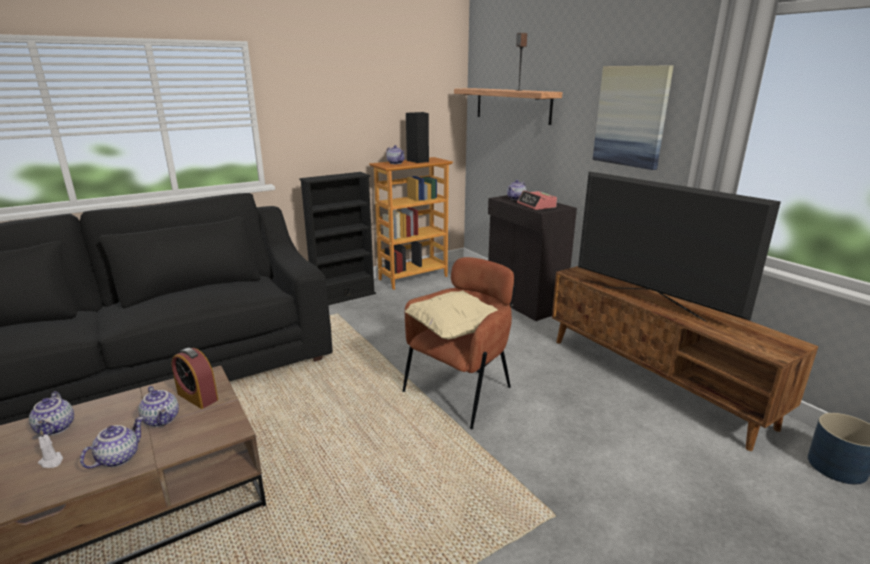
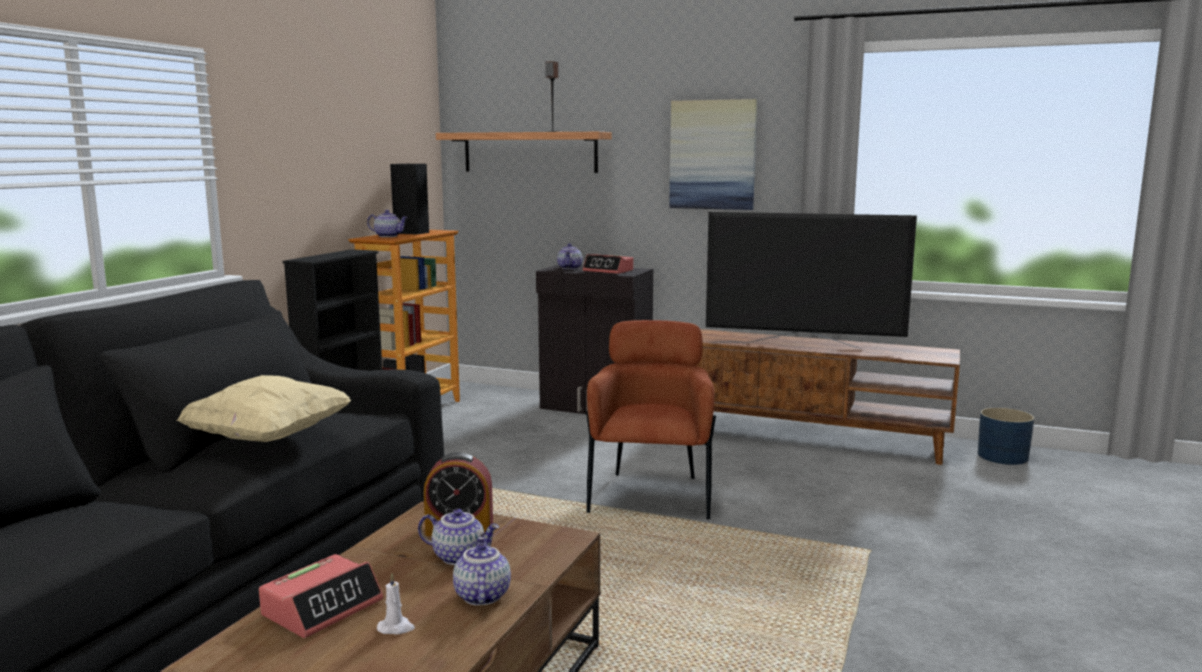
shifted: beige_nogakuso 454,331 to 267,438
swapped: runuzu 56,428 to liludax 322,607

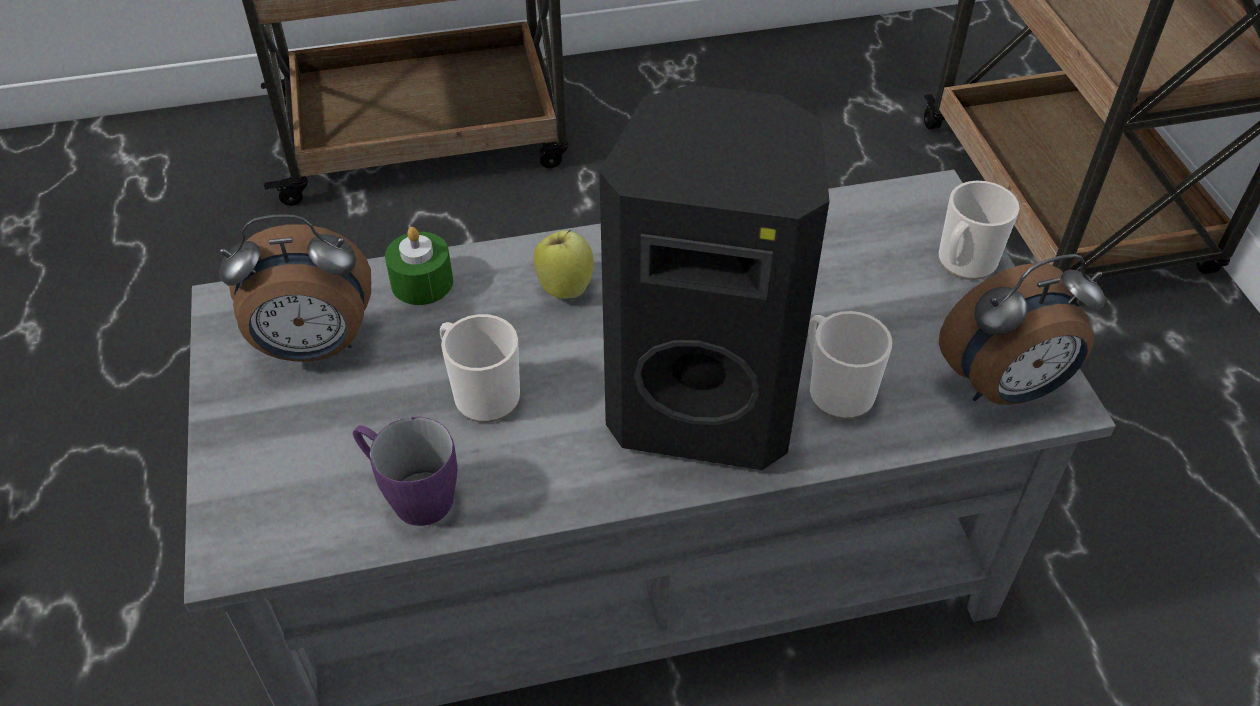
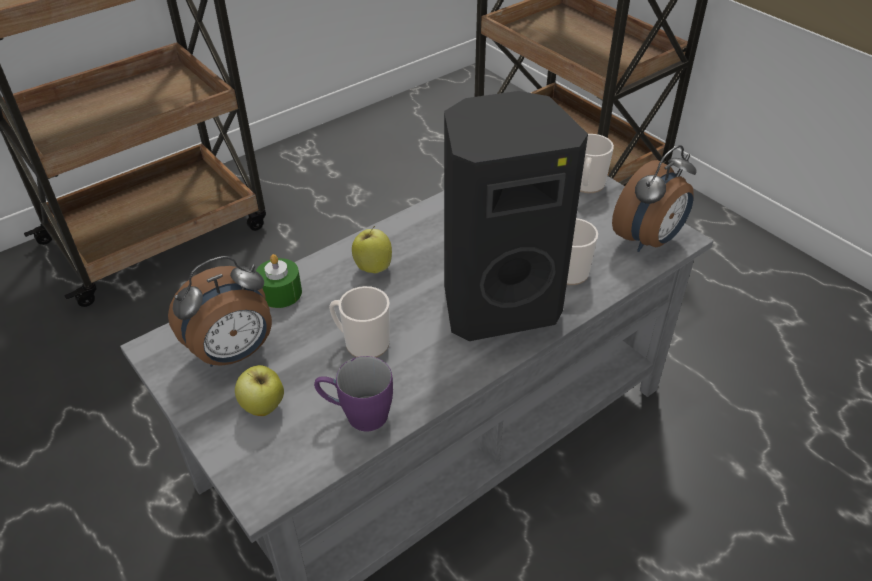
new: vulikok 263,408

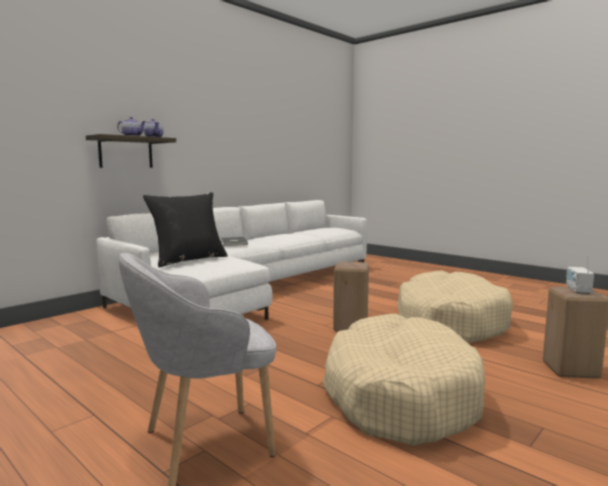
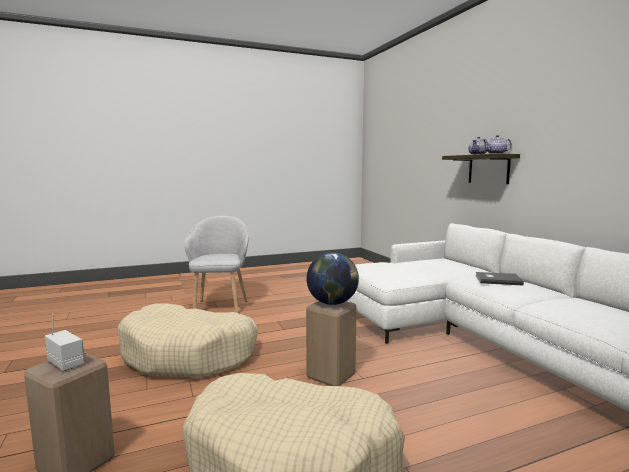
gone: black_nogakuso 188,260
new: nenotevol 332,303

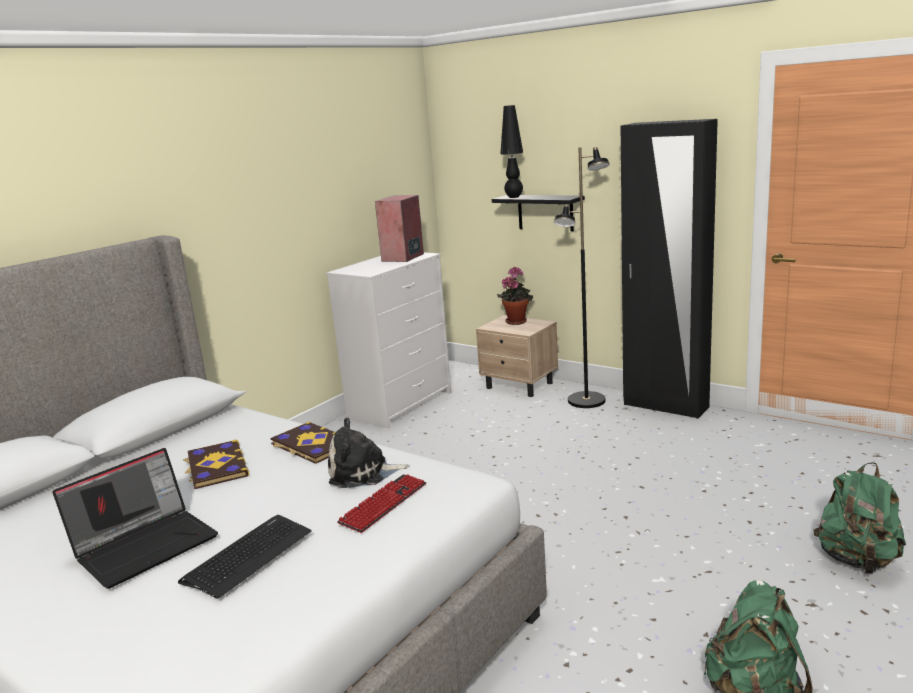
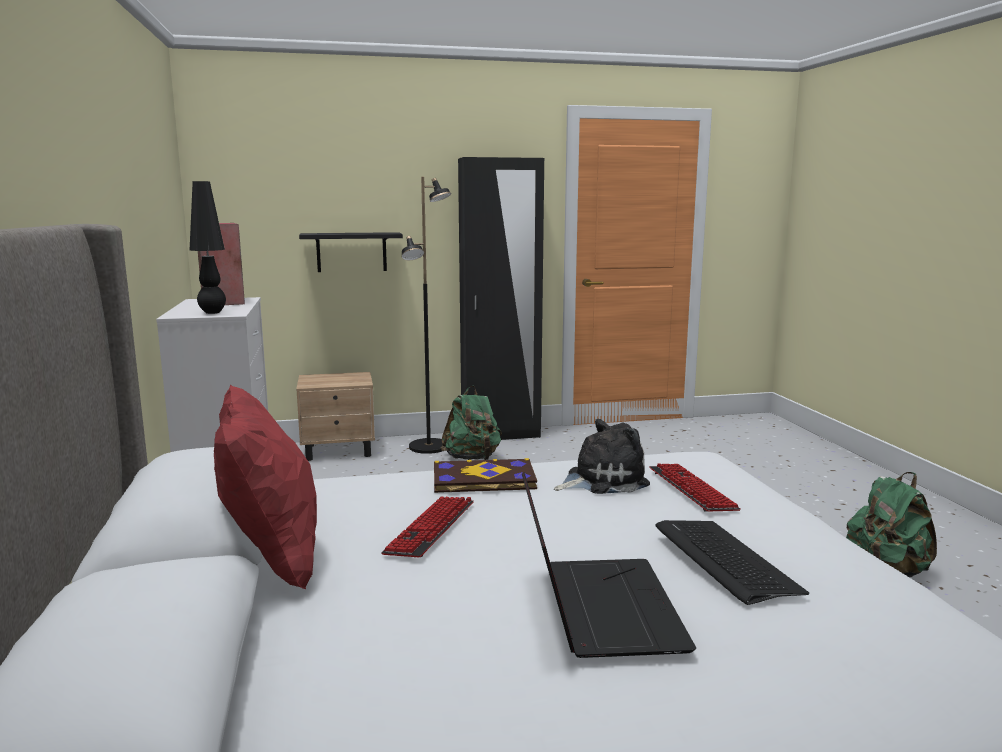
gone: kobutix 517,321
new: red_nogakuso 272,561
shifted: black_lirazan 514,197 to 212,312; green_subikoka 857,560 to 472,459
swapped: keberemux 216,466 to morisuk 430,528
rotated: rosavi 363,473 = 602,480 150 degrees counterclockwise

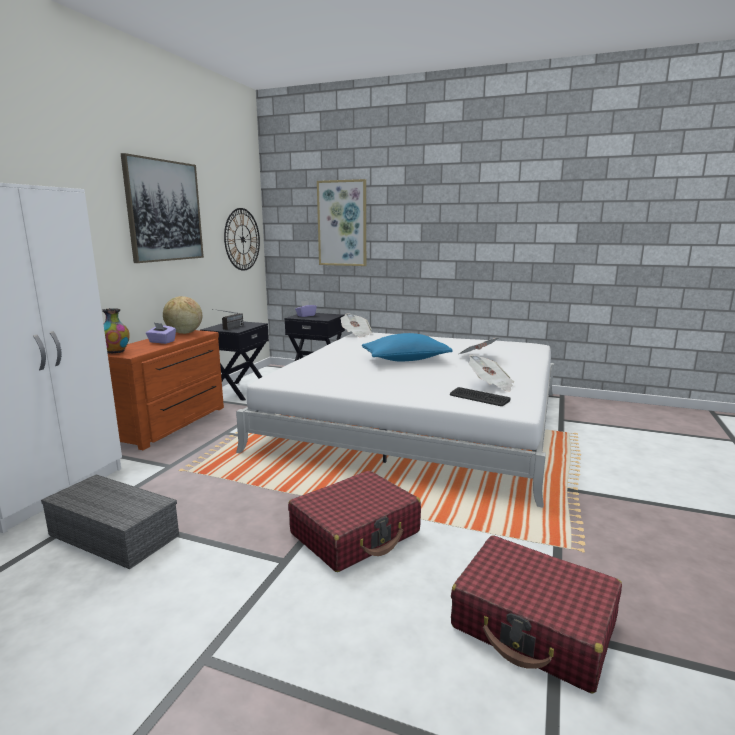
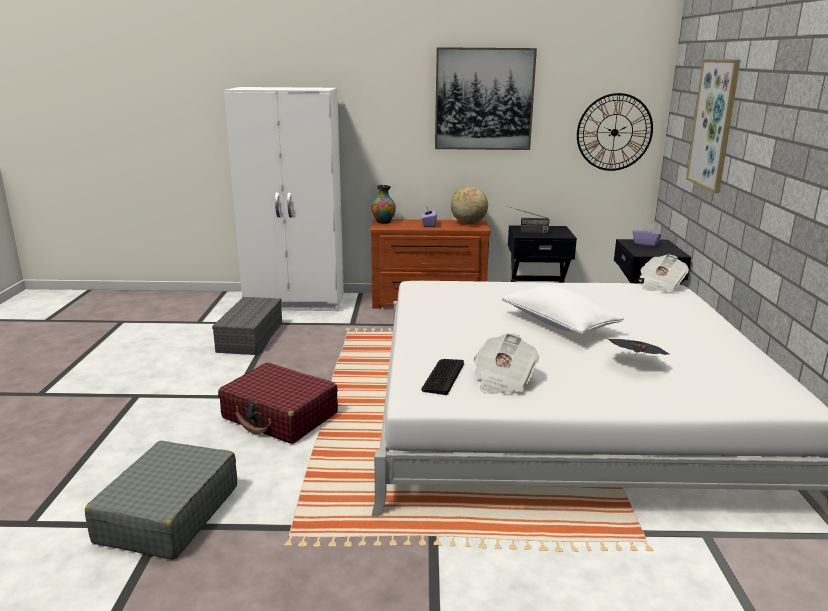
repainted: blue_nogakuso 405,360 to white_nogakuso 558,324; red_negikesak 534,625 to grey_negikesak 168,514

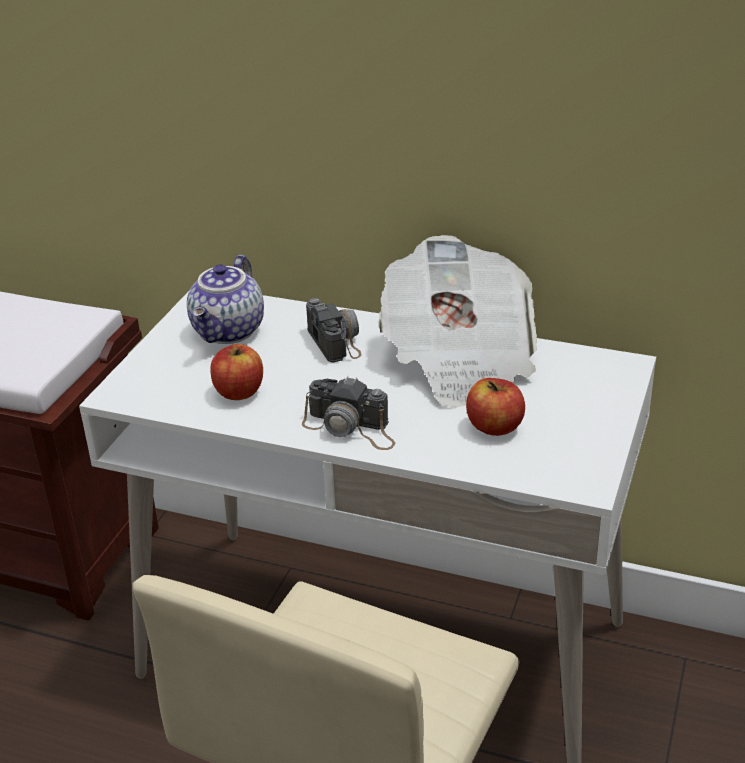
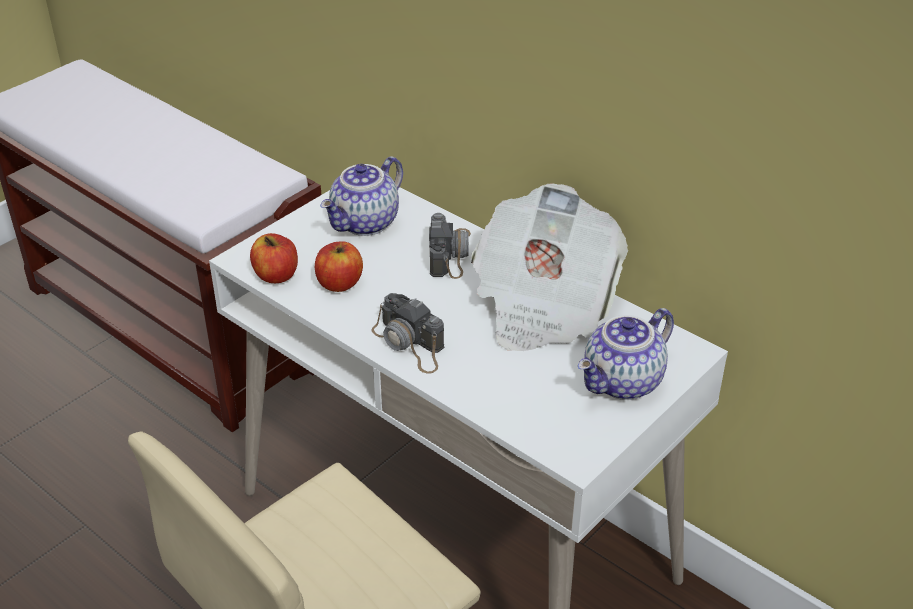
new: runuzu 623,383
shifted: vulikok 495,427 to 276,275

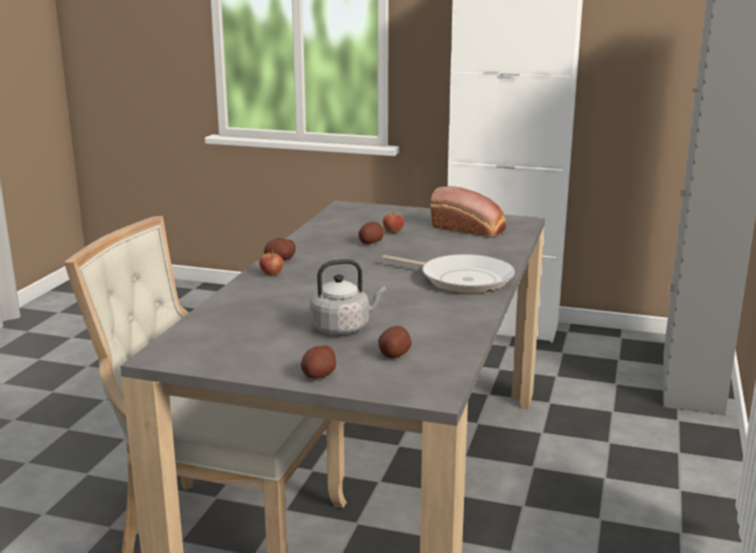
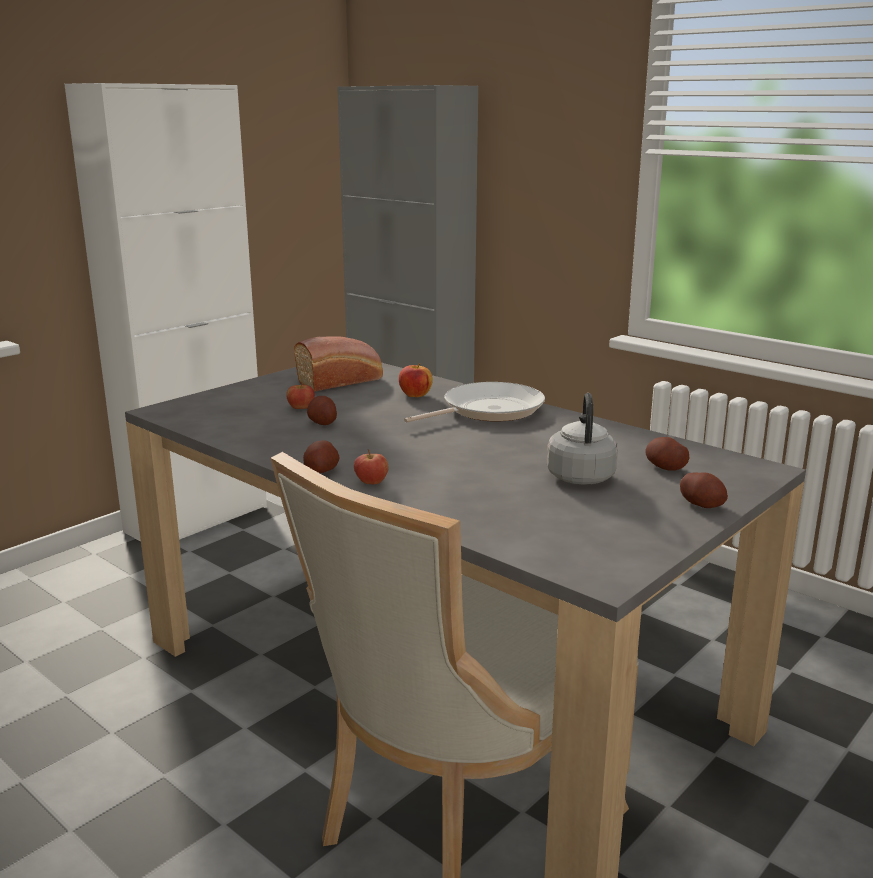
new: vulikok 415,395

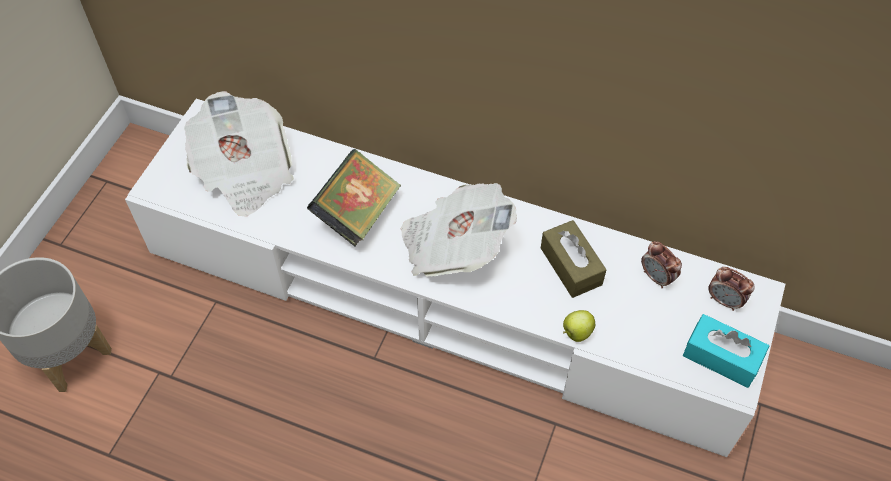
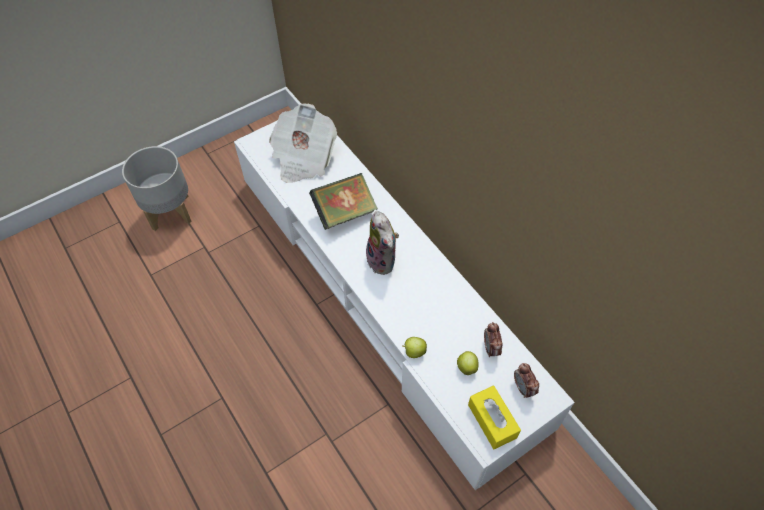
gone: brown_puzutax 571,266
new: vulikok 466,367
swapped: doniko 454,246 to rosavi 383,260
repainted: turquoise_puzutax 721,357 to yellow_puzutax 492,421

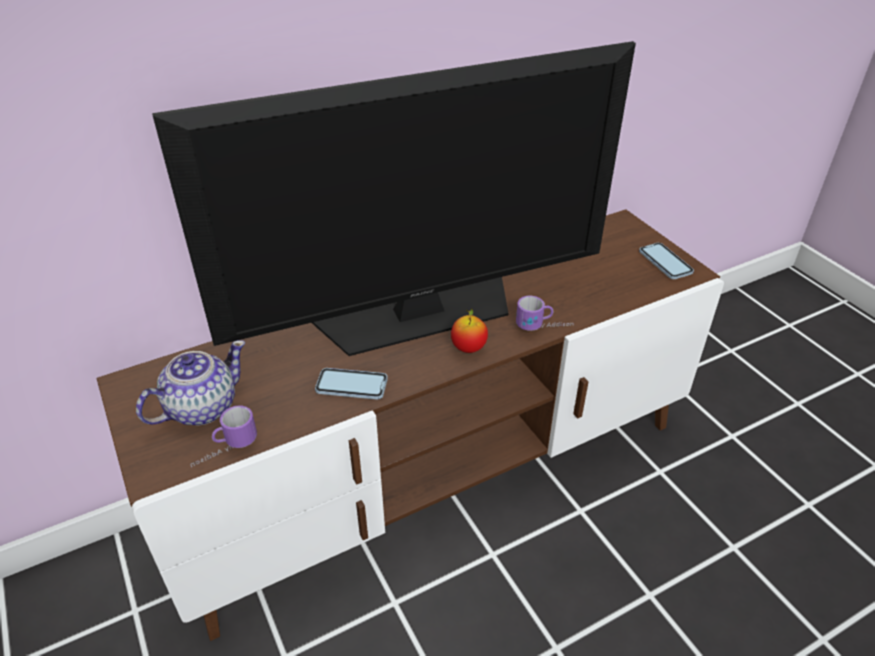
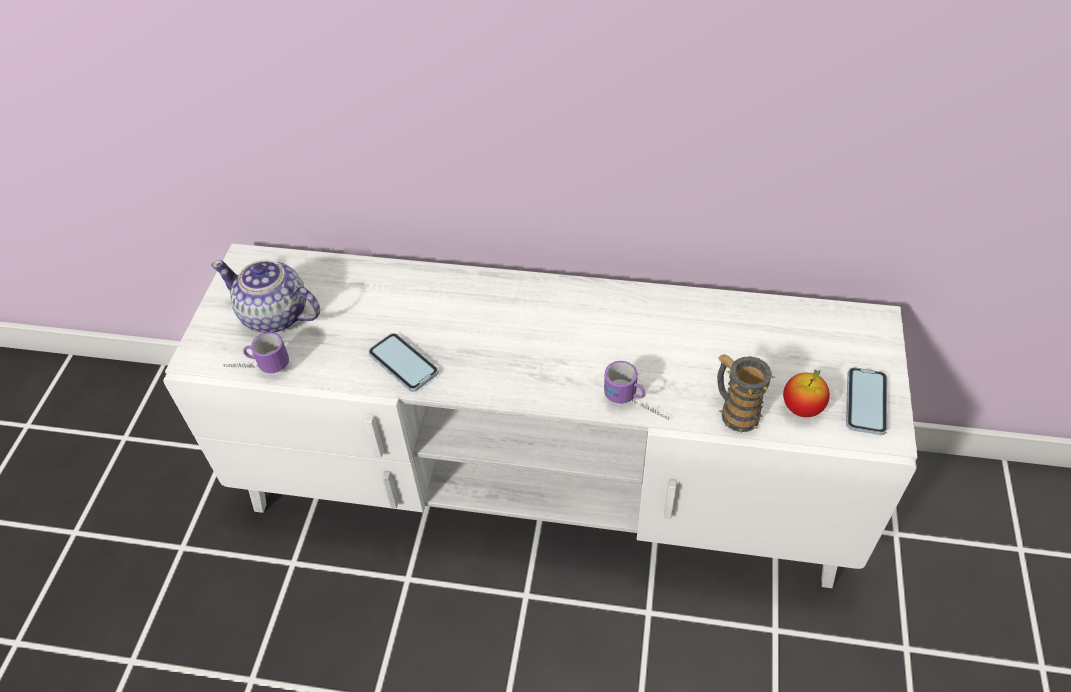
gone: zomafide 419,313
new: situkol 734,411
shifted: vulikok 468,348 to 802,408
repainted: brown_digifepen 436,475 to white_digifepen 543,486
rotated: runuzu 201,408 = 275,316 150 degrees counterclockwise

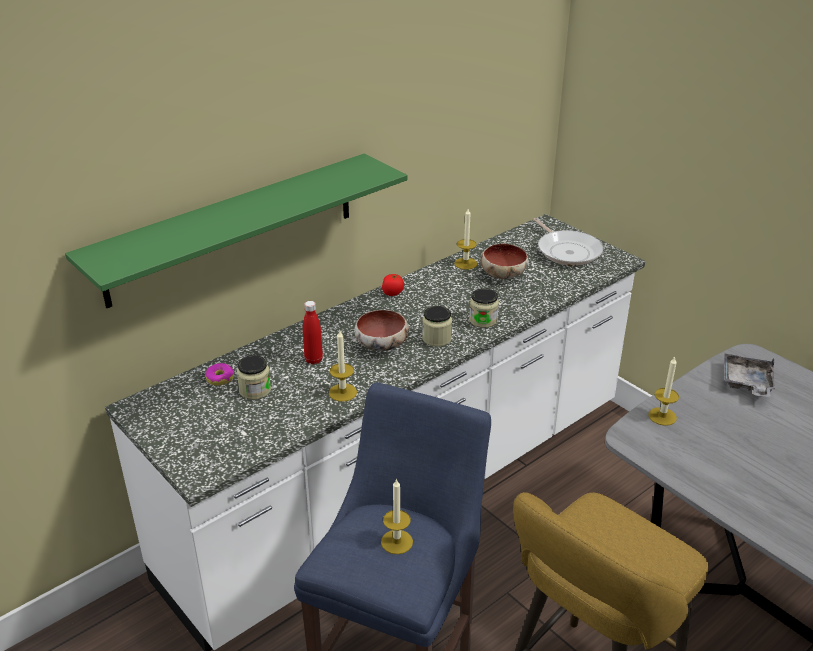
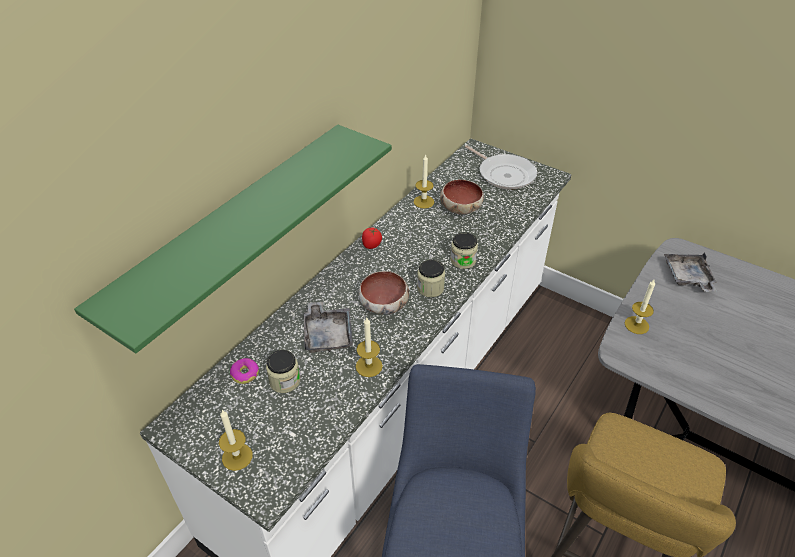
shifted: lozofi 397,542 to 237,457
swapped: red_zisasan 313,360 to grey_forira 327,334

